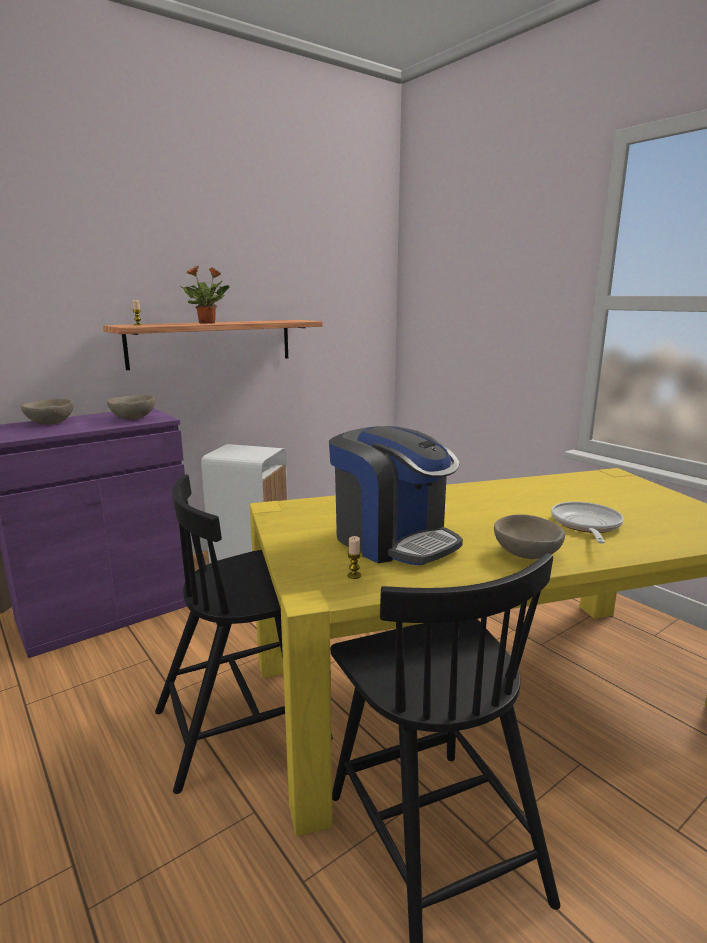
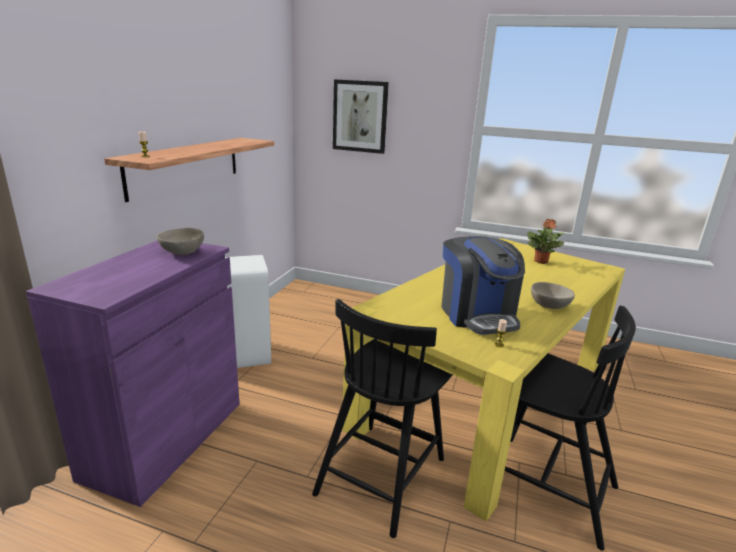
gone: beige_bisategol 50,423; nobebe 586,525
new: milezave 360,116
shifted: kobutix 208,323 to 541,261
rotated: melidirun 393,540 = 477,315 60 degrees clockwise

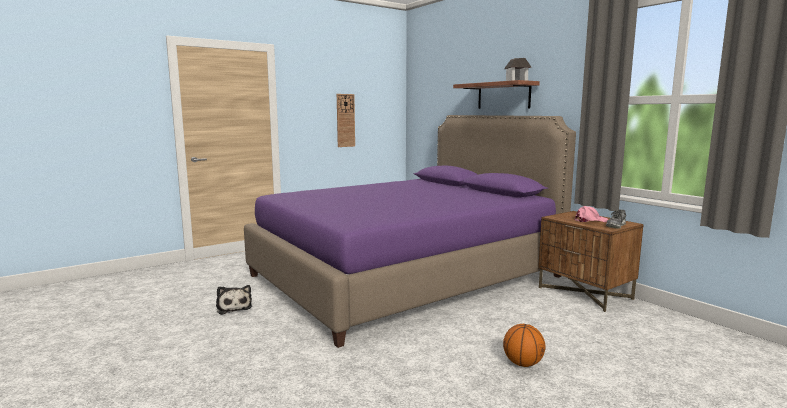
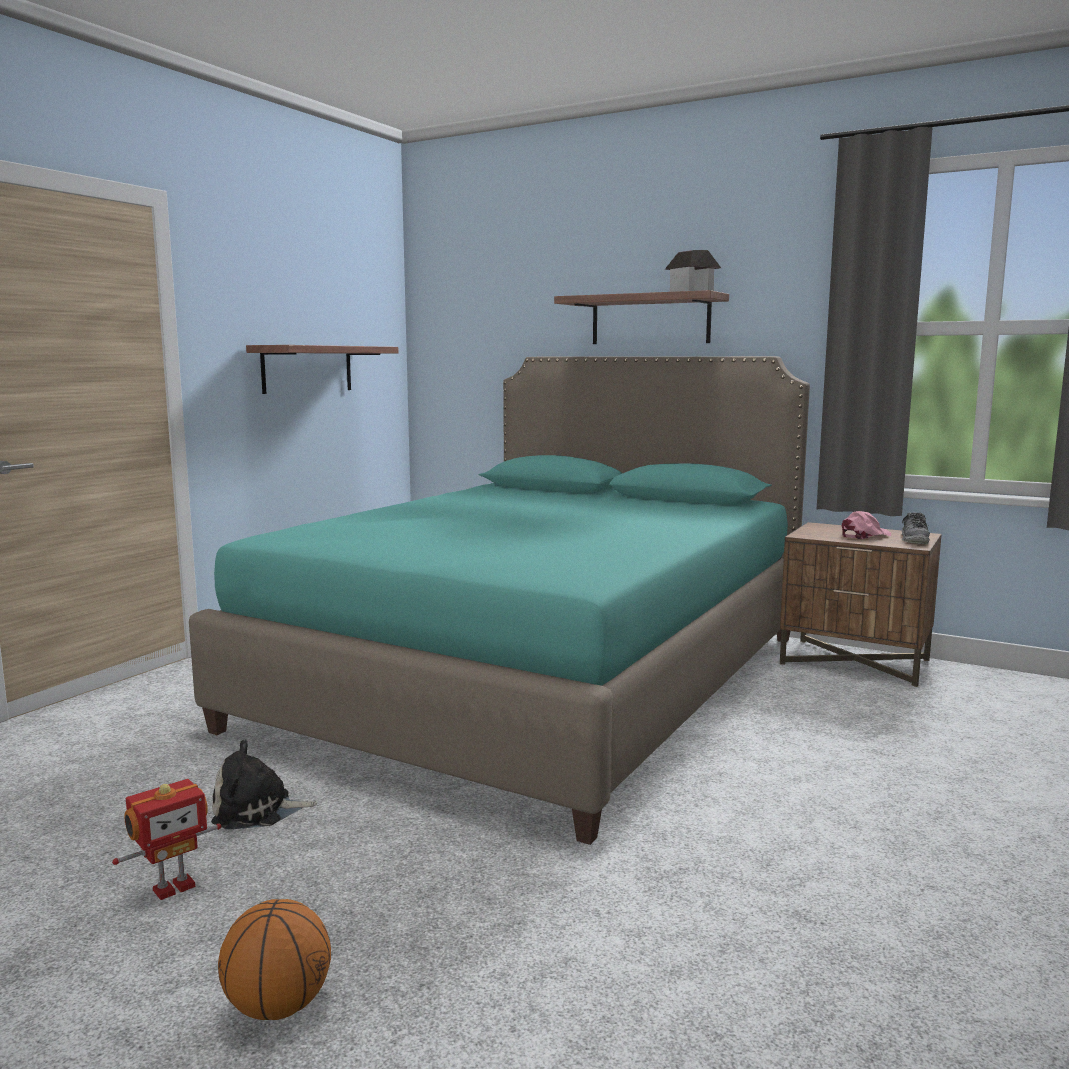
new: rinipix 173,887
shifted: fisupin 523,364 to 278,1006
swapped: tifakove 345,120 to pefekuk 307,369
repainted: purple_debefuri 405,276 to turquoise_debefuri 539,679
rotated: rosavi 234,307 = 257,810 135 degrees clockwise

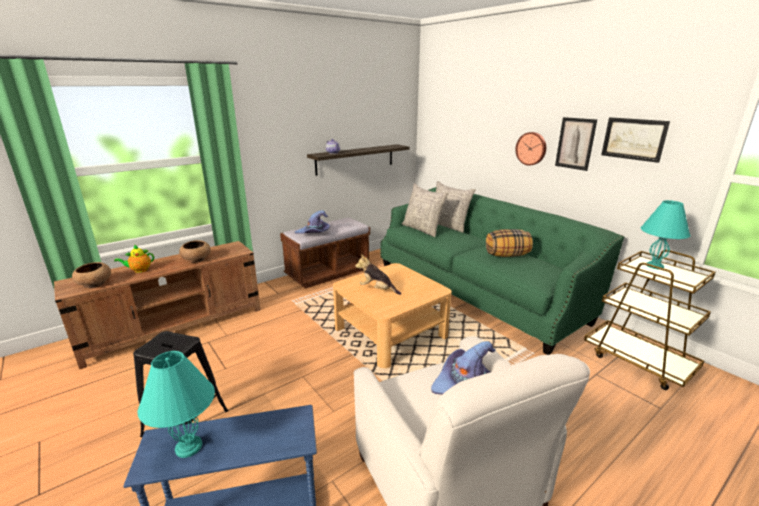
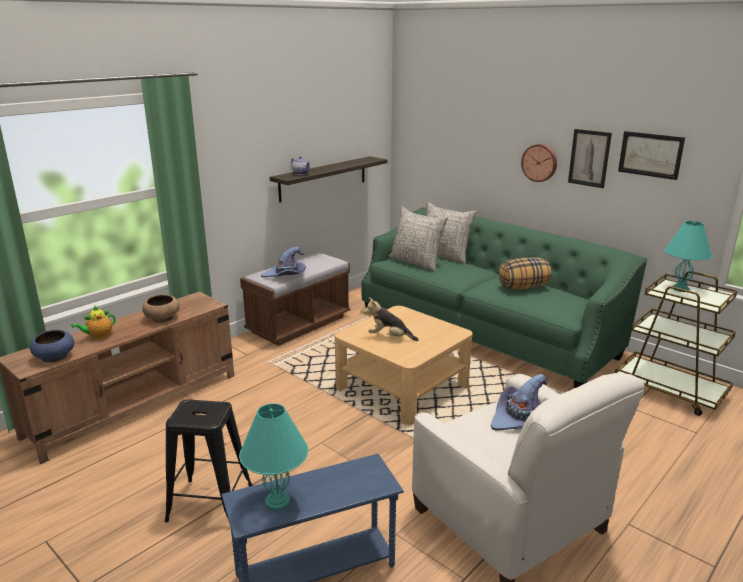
repainted: brown_bisategol 94,284 to blue_bisategol 54,357

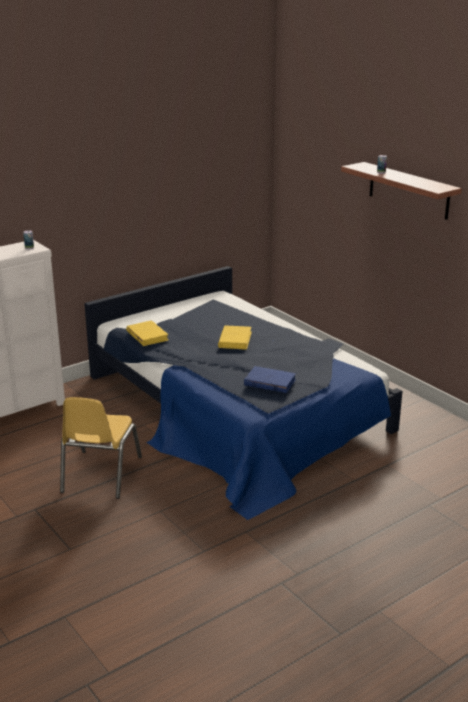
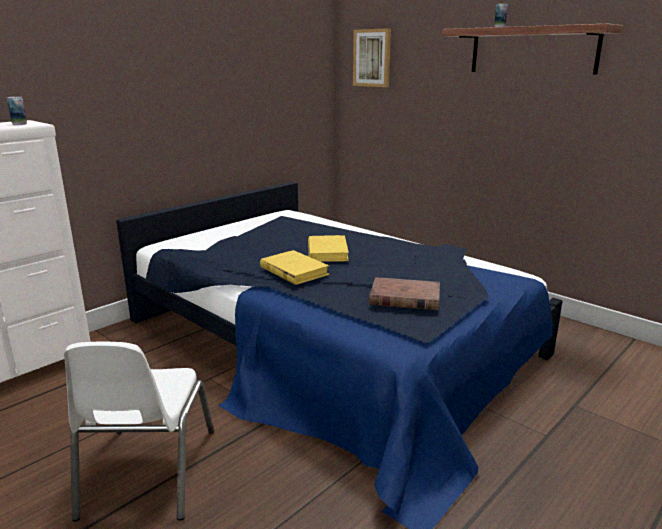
new: milezave 372,58
shifted: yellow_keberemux 147,336 to 294,271
repainted: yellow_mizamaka 100,474 to white_mizamaka 147,472; blue_keberemux 269,382 to brown_keberemux 404,298

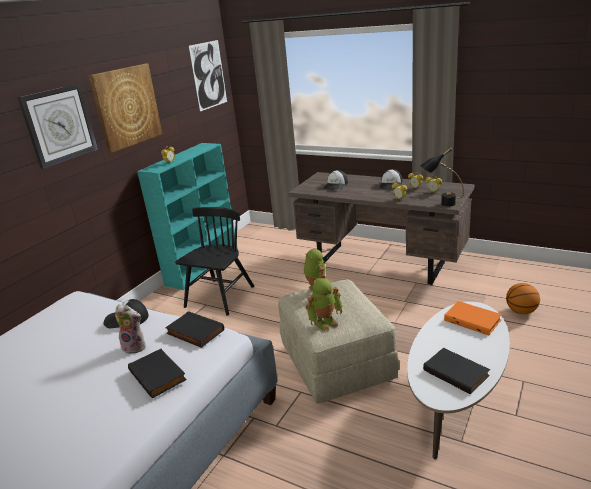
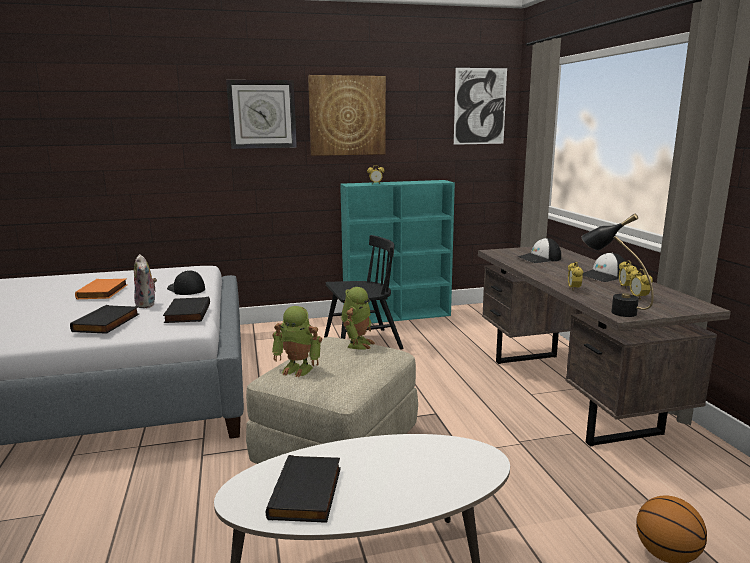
shifted: orange_keberemux 473,320 to 104,292

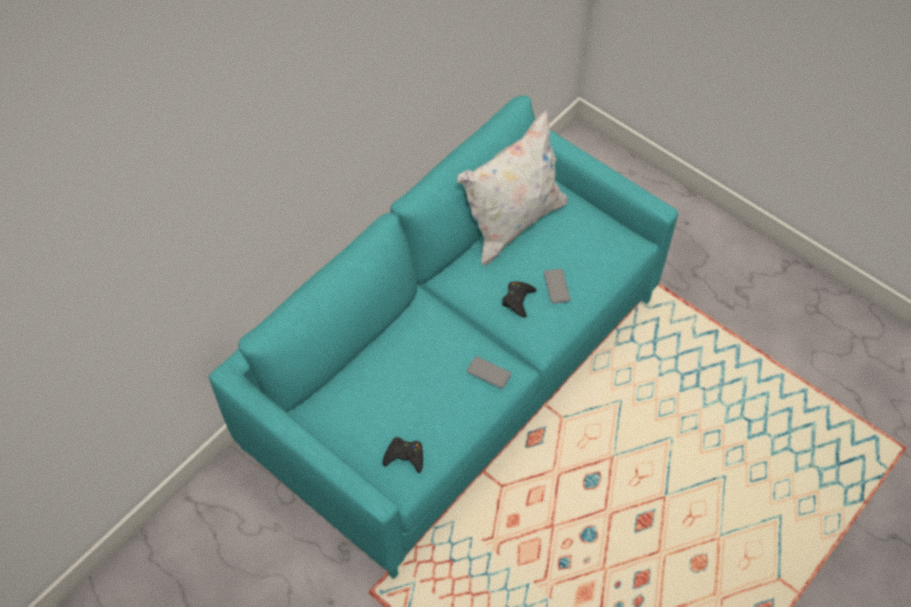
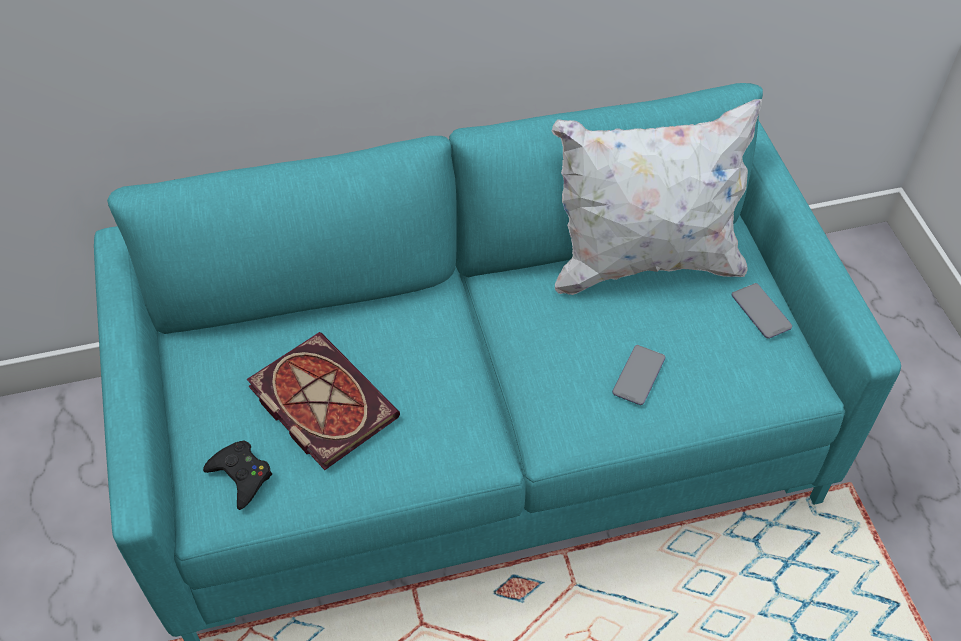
gone: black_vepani 518,300
new: keberemux 318,402
shifted: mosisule 488,373 to 761,312

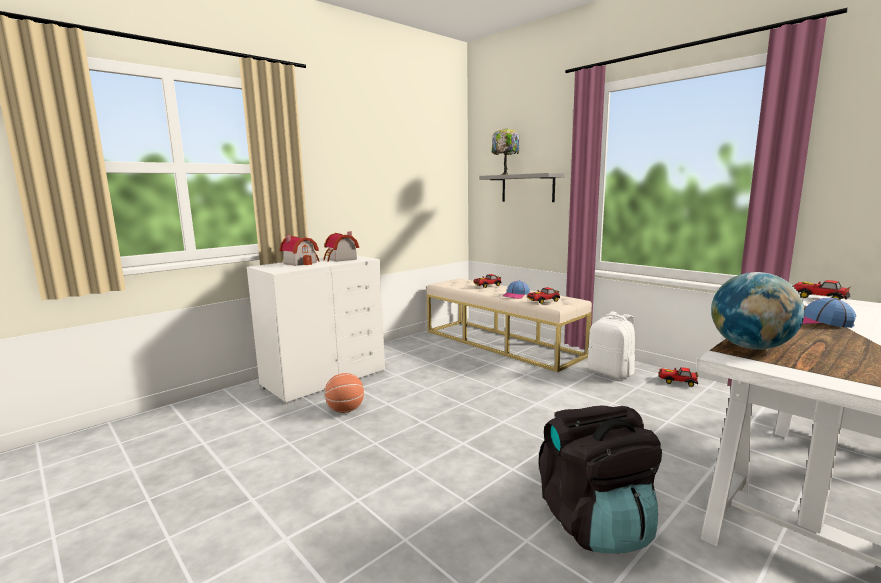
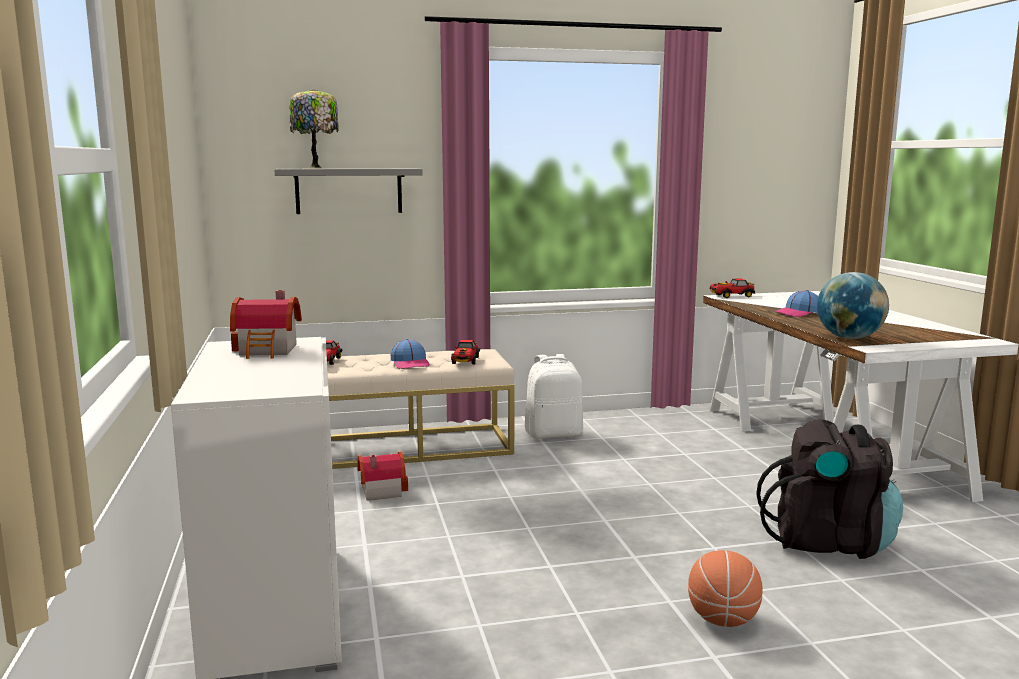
gone: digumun 677,382
shifted: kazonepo 301,262 to 380,490; fisupin 345,410 to 722,620

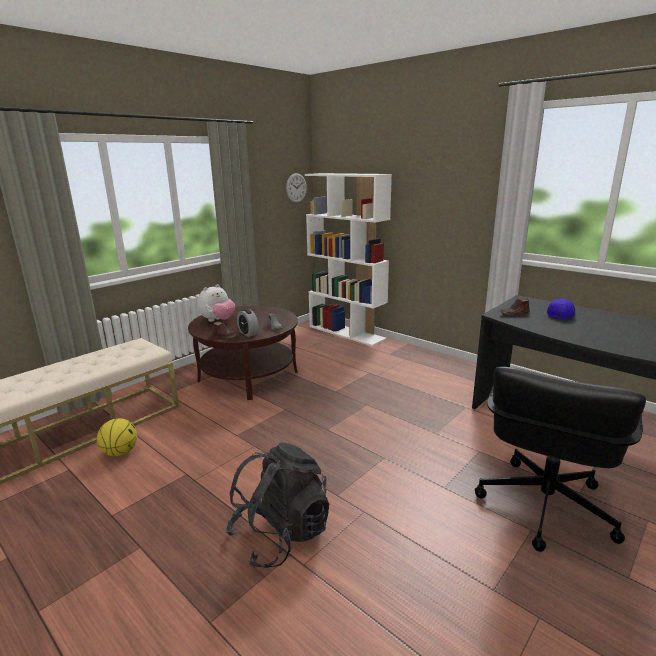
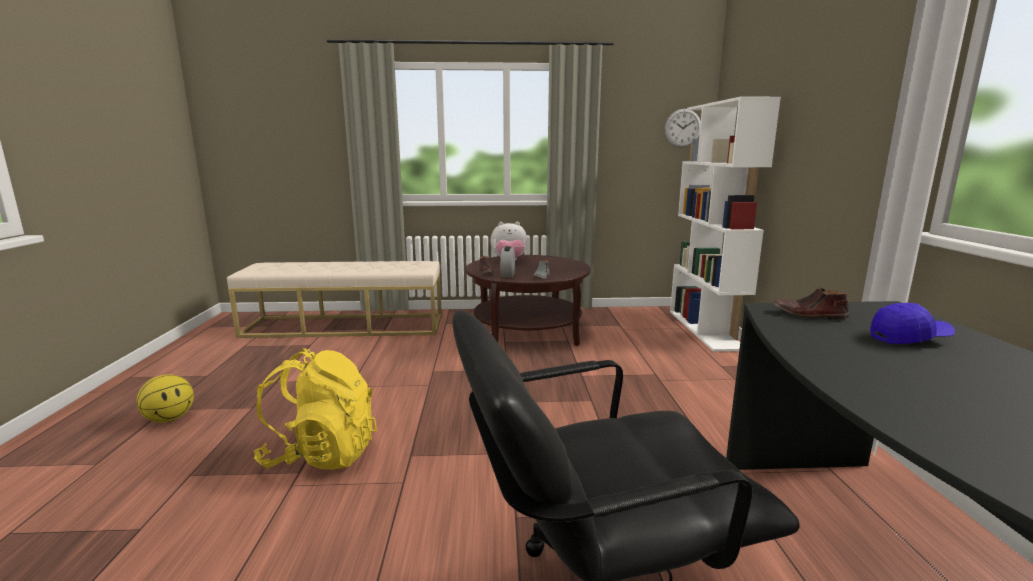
shifted: fisupin 120,452 to 170,419
repainted: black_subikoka 281,534 to yellow_subikoka 321,455

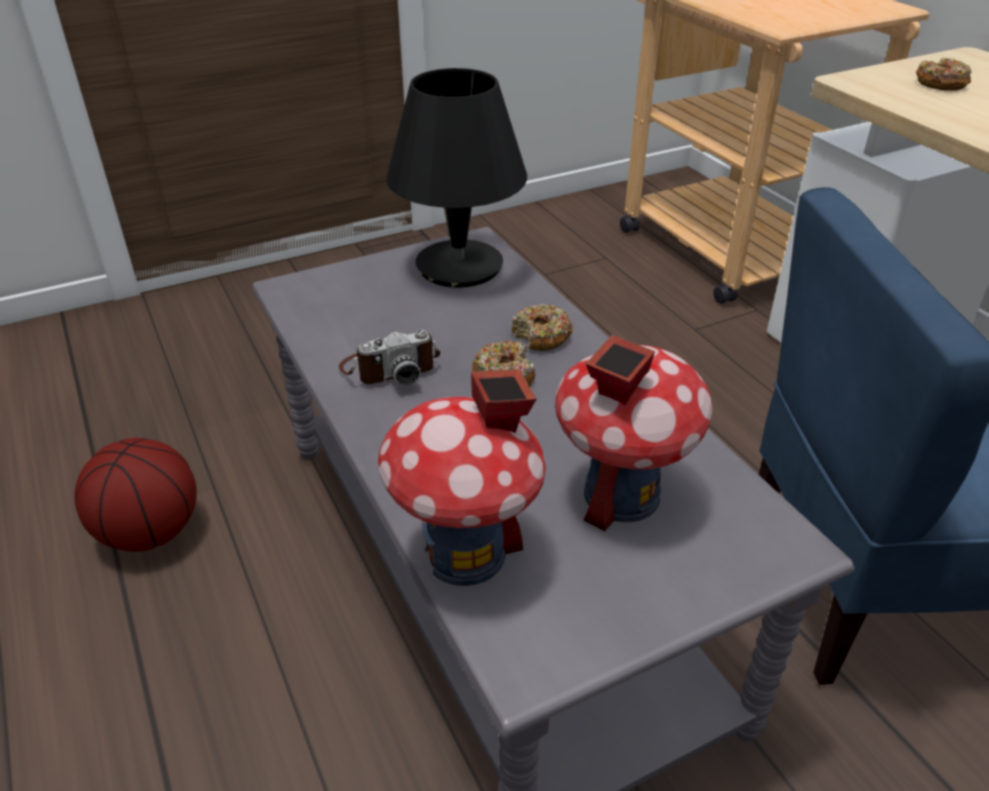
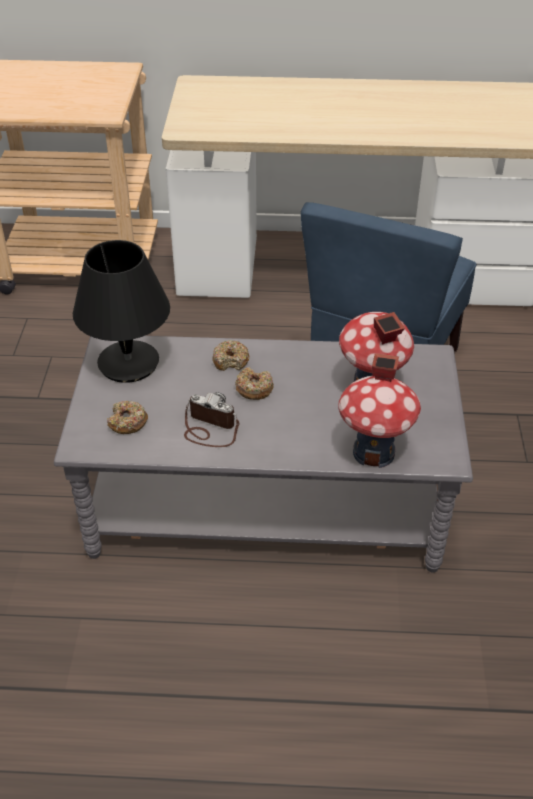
gone: fisupin 151,532
shifted: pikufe 941,83 to 127,422
rotated: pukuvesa 390,367 = 209,428 75 degrees counterclockwise

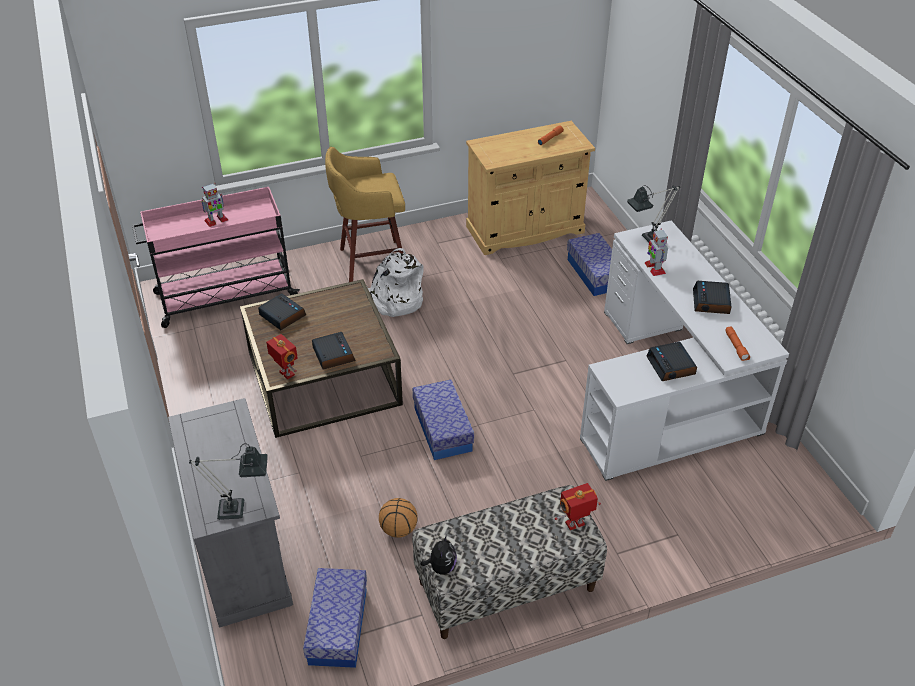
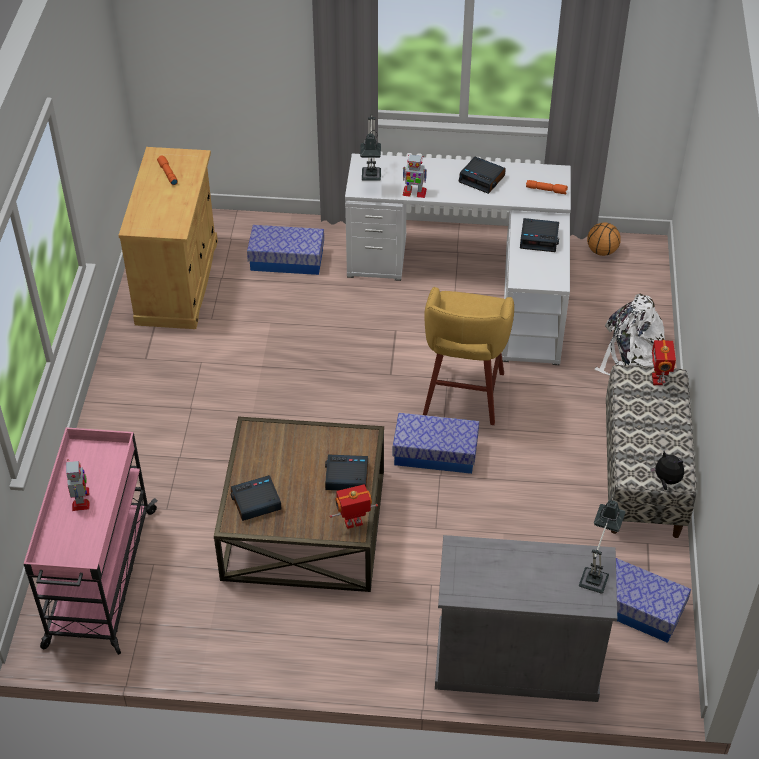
shifted: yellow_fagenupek 370,262 to 463,396; white_subikoka 394,301 to 629,354; fisupin 398,530 to 602,251

